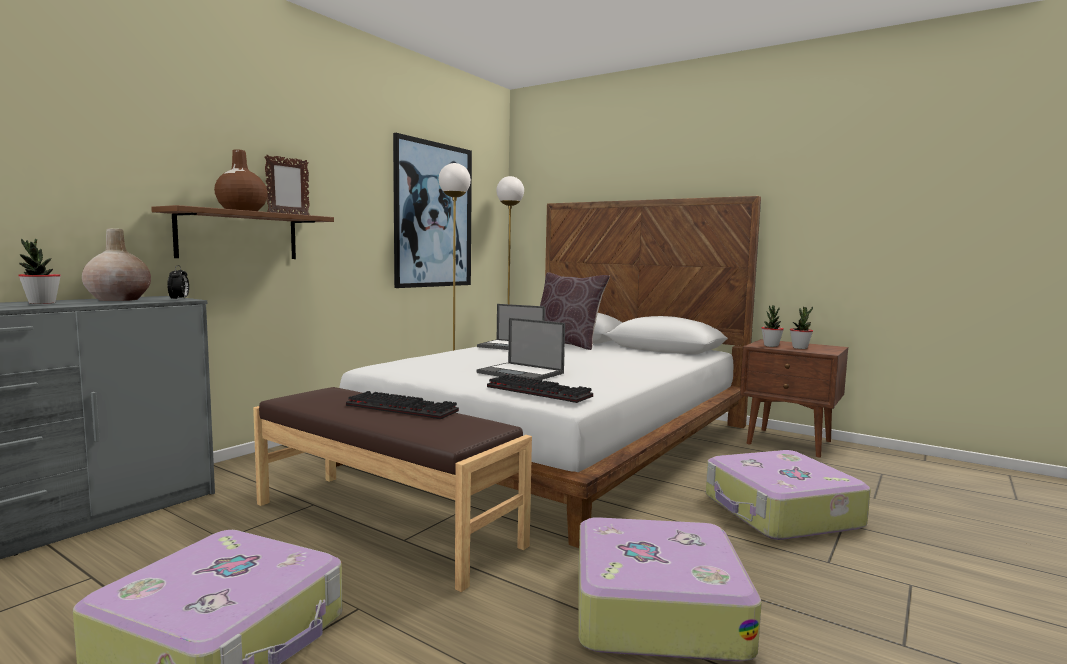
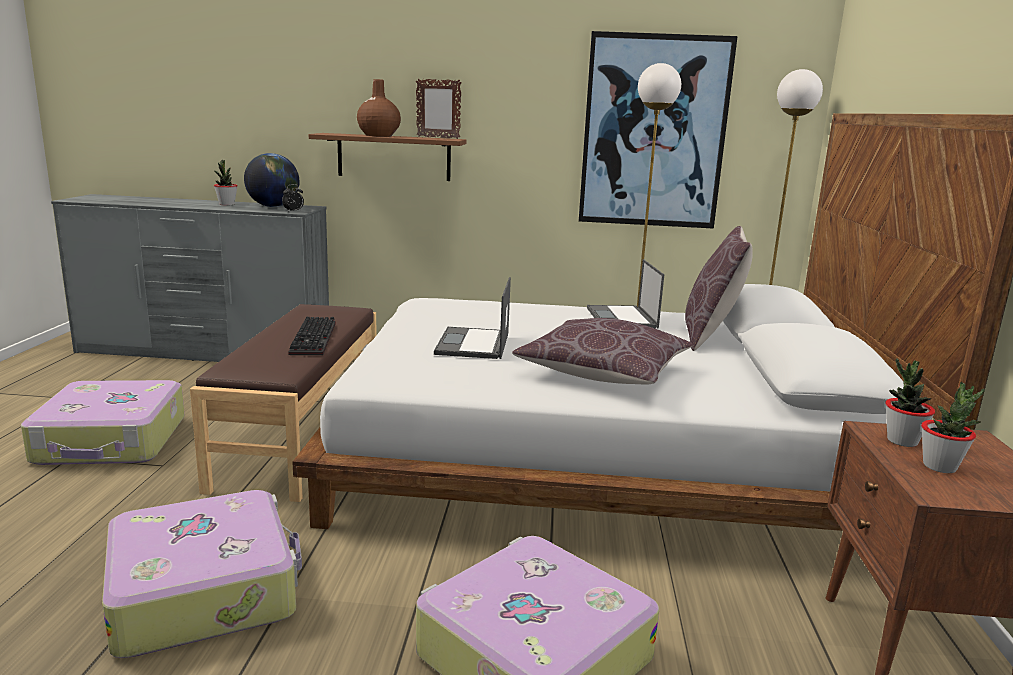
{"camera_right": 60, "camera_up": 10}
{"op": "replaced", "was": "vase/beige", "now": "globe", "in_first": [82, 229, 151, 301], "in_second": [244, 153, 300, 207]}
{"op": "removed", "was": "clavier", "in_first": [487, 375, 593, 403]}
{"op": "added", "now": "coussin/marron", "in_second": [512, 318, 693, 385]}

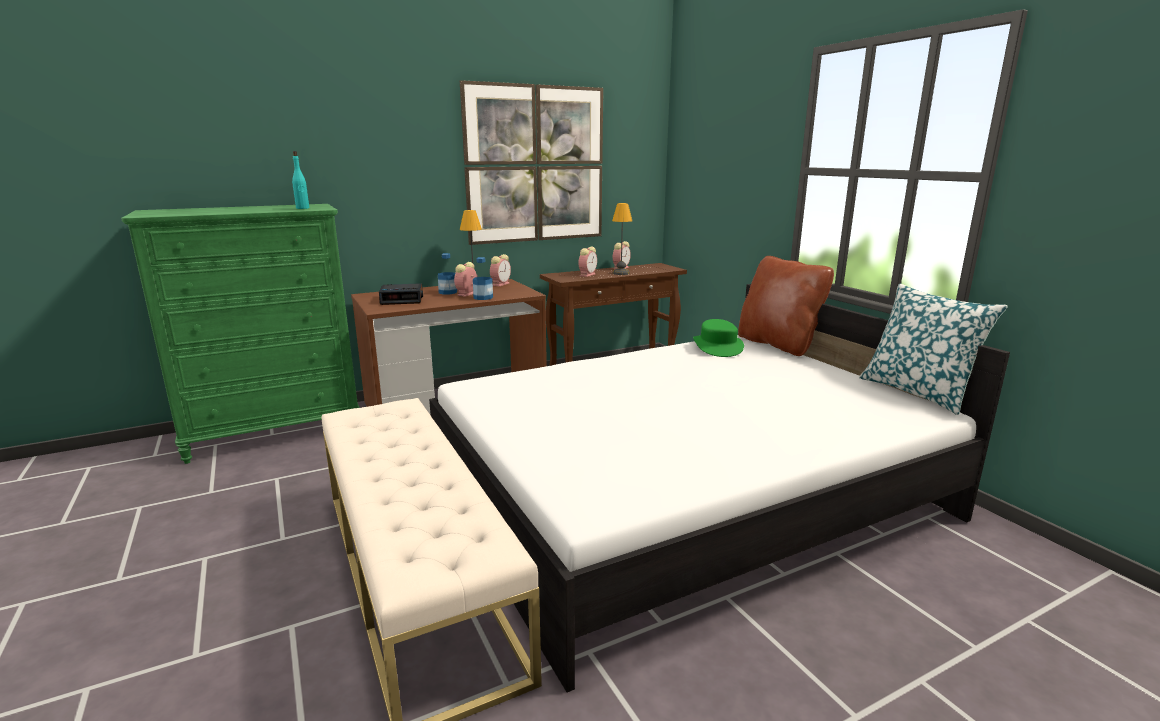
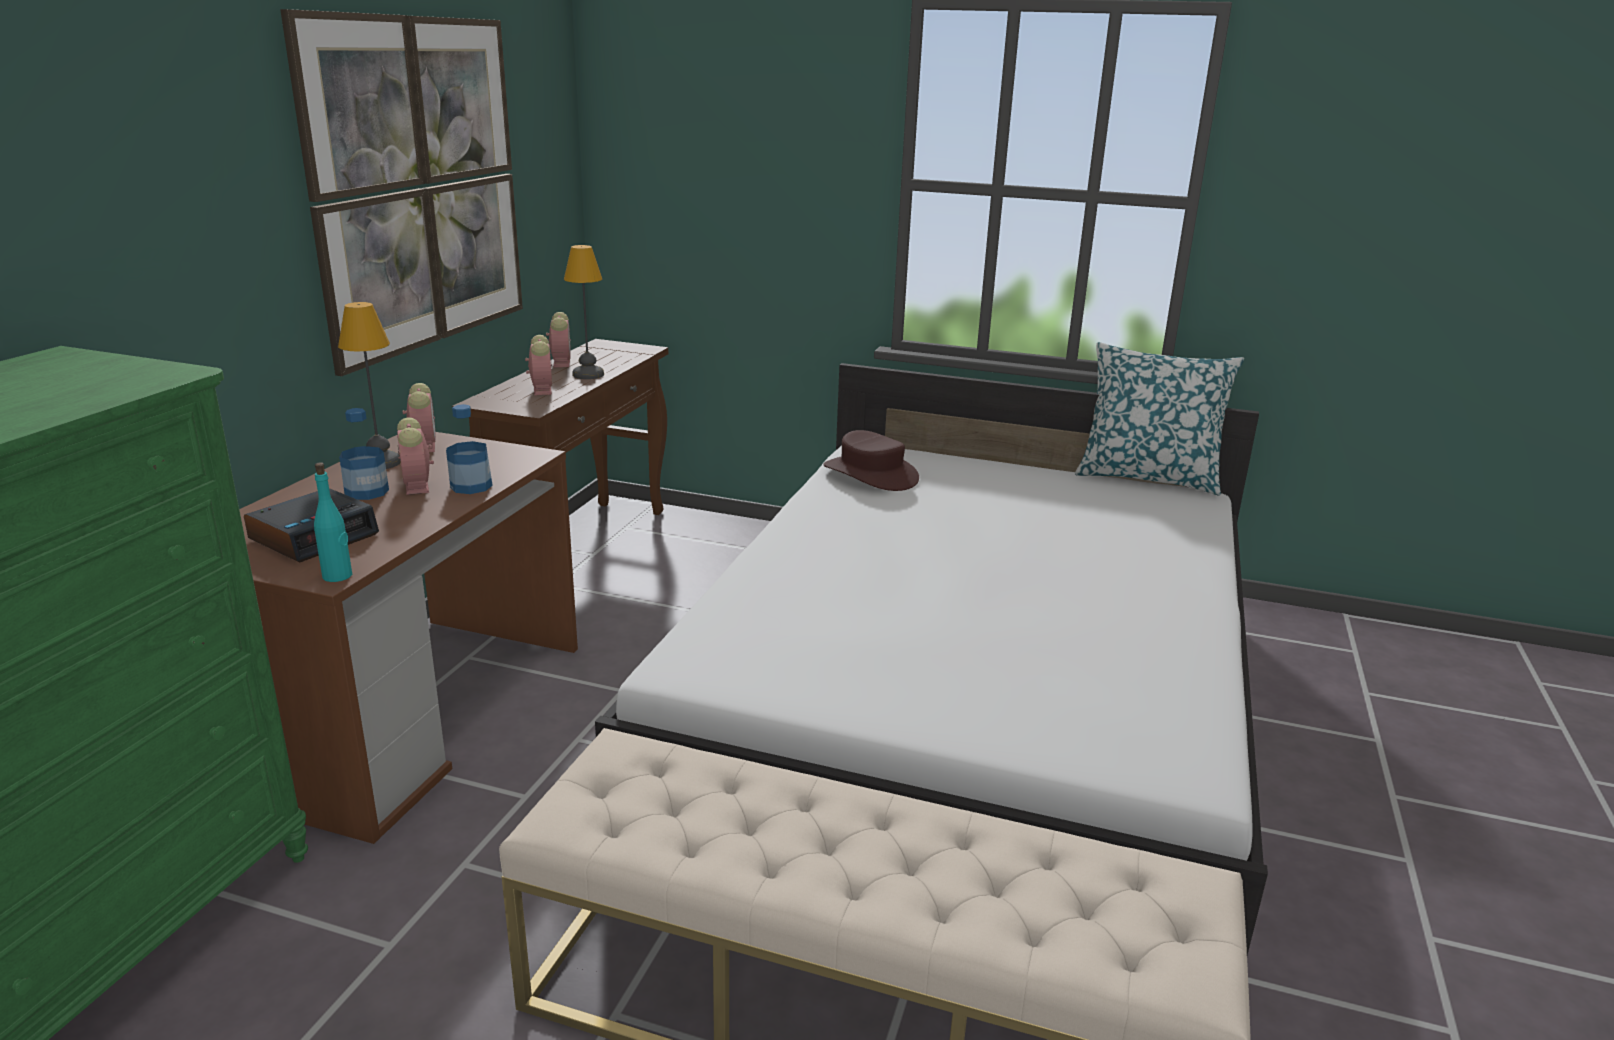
{"camera_right": -45, "camera_up": 5}
{"op": "moved", "was": "bouteille/turquoise", "in_first": [292, 151, 309, 209], "in_second": [314, 462, 352, 582]}
{"op": "recoloured", "was": "chapeau/vert", "now": "chapeau/marron", "in_first": [693, 319, 744, 357], "in_second": [824, 430, 919, 491]}
{"op": "removed", "was": "coussin/marron", "in_first": [738, 256, 834, 356]}

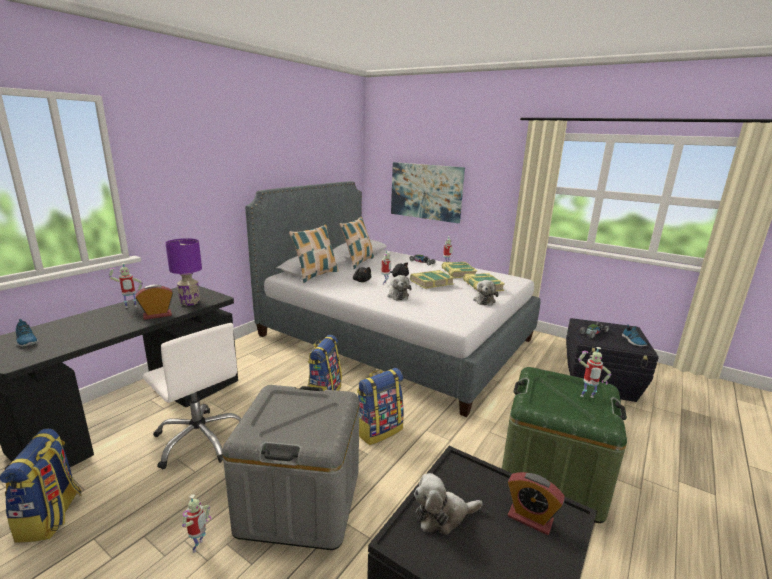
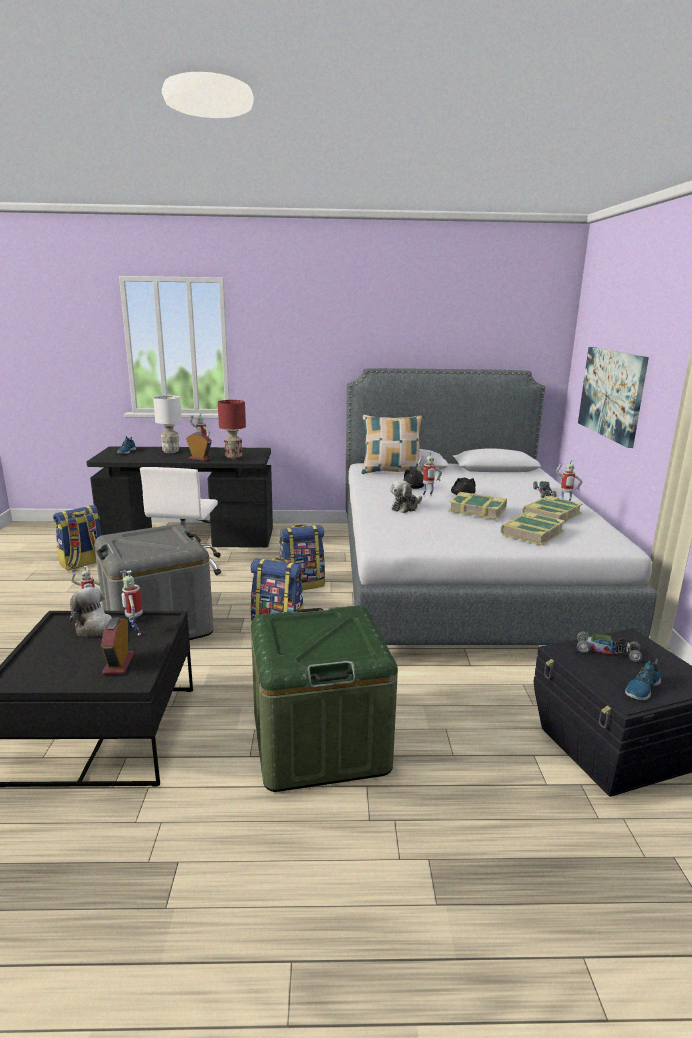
{"camera_right": 55, "camera_up": 0}
{"op": "recoloured", "was": "lampe de table/violet", "now": "lampe de table/rouge", "in_first": [165, 238, 202, 306], "in_second": [218, 400, 246, 460]}
{"op": "removed", "was": "coussin", "in_first": [340, 217, 374, 269]}
{"op": "removed", "was": "peluche", "in_first": [473, 280, 499, 306]}
{"op": "moved", "was": "robot jouet", "in_first": [578, 347, 611, 398], "in_second": [120, 570, 143, 635]}
{"op": "added", "now": "lampe de table/blanc", "in_second": [153, 395, 182, 453]}

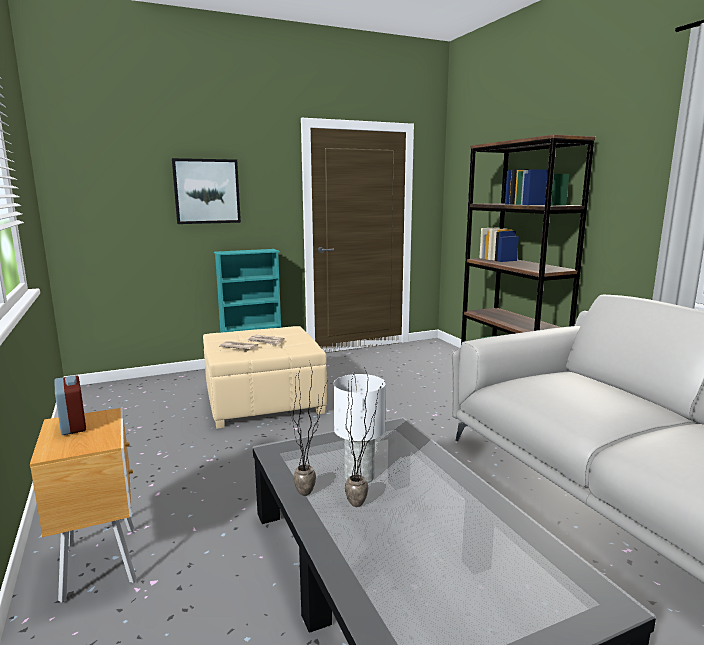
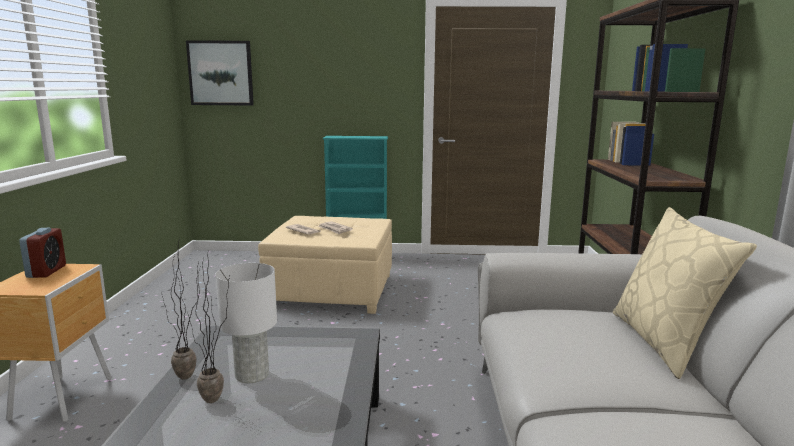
{"camera_right": 25, "camera_up": 0}
{"op": "moved", "was": "tableau", "in_first": [172, 158, 241, 224], "in_second": [186, 40, 254, 106]}
{"op": "added", "now": "coussin/beige", "in_second": [613, 207, 757, 379]}

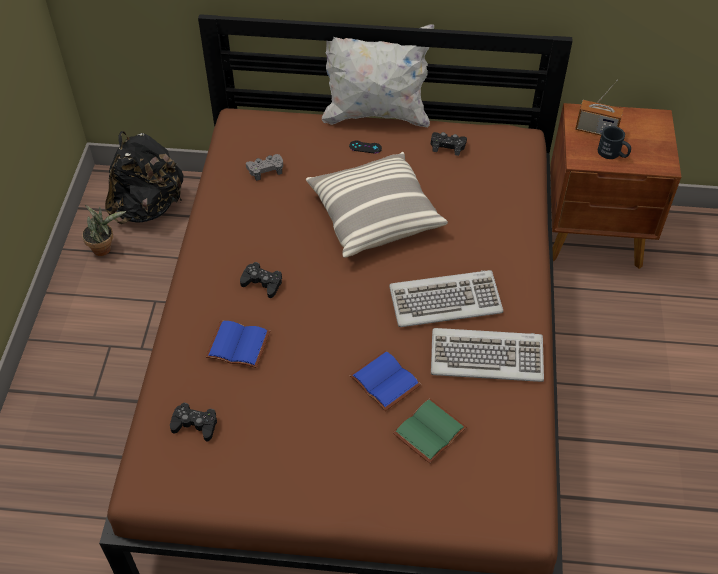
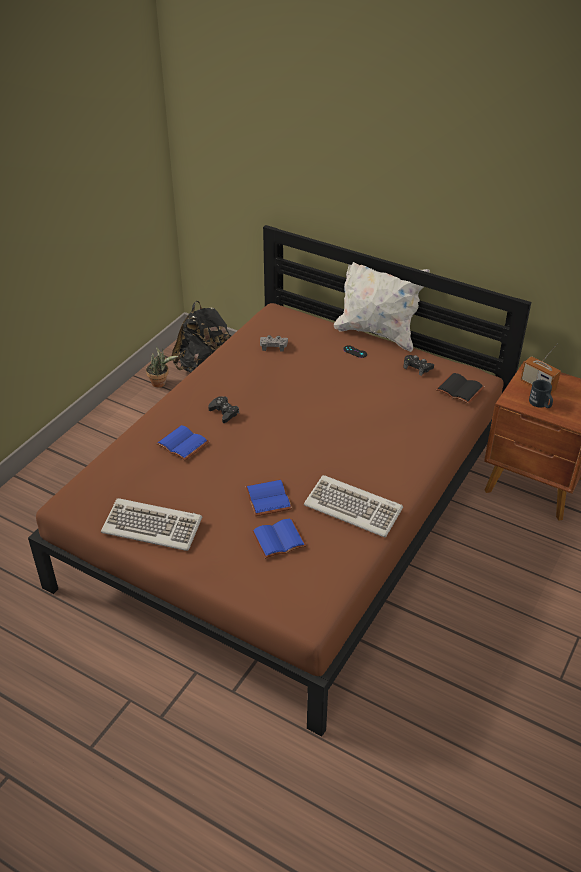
{"camera_right": 25, "camera_up": -10}
{"op": "removed", "was": "manette/noir", "in_first": [170, 403, 217, 441]}
{"op": "removed", "was": "coussin", "in_first": [306, 152, 448, 258]}
{"op": "moved", "was": "clavier", "in_first": [389, 270, 503, 327], "in_second": [101, 498, 202, 551]}
{"op": "recoloured", "was": "livre/vert", "now": "livre/bleu", "in_first": [393, 398, 467, 464], "in_second": [251, 519, 307, 559]}
{"op": "added", "now": "livre/noir", "in_second": [435, 373, 485, 404]}

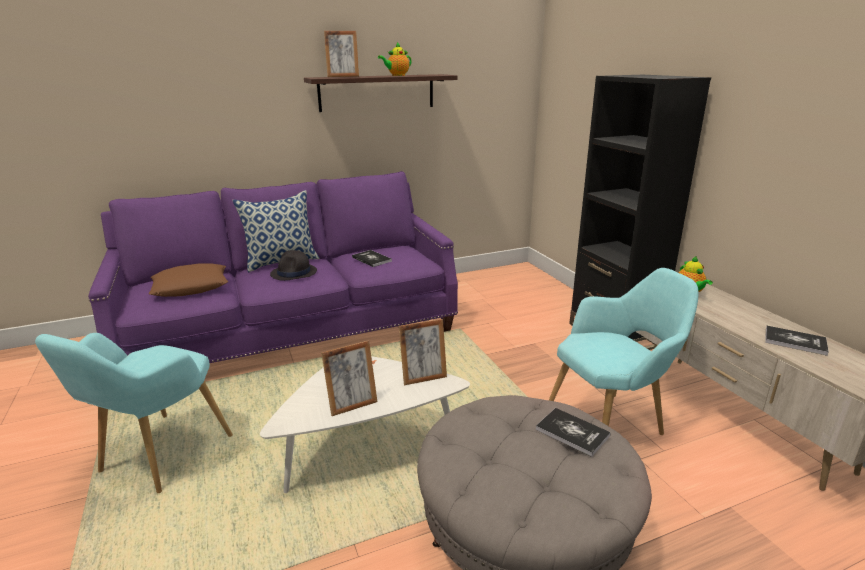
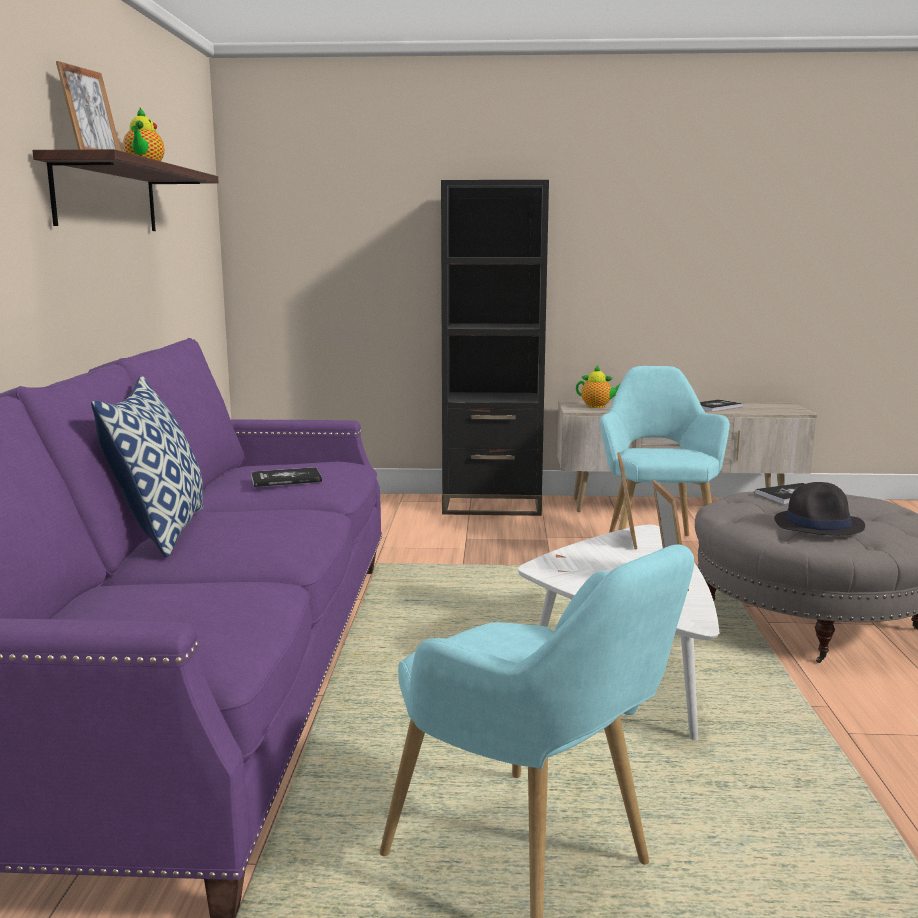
{"camera_right": -65, "camera_up": -10}
{"op": "removed", "was": "coussin/marron", "in_first": [149, 263, 228, 297]}
{"op": "moved", "was": "chapeau/noir", "in_first": [270, 250, 317, 281], "in_second": [774, 482, 865, 536]}

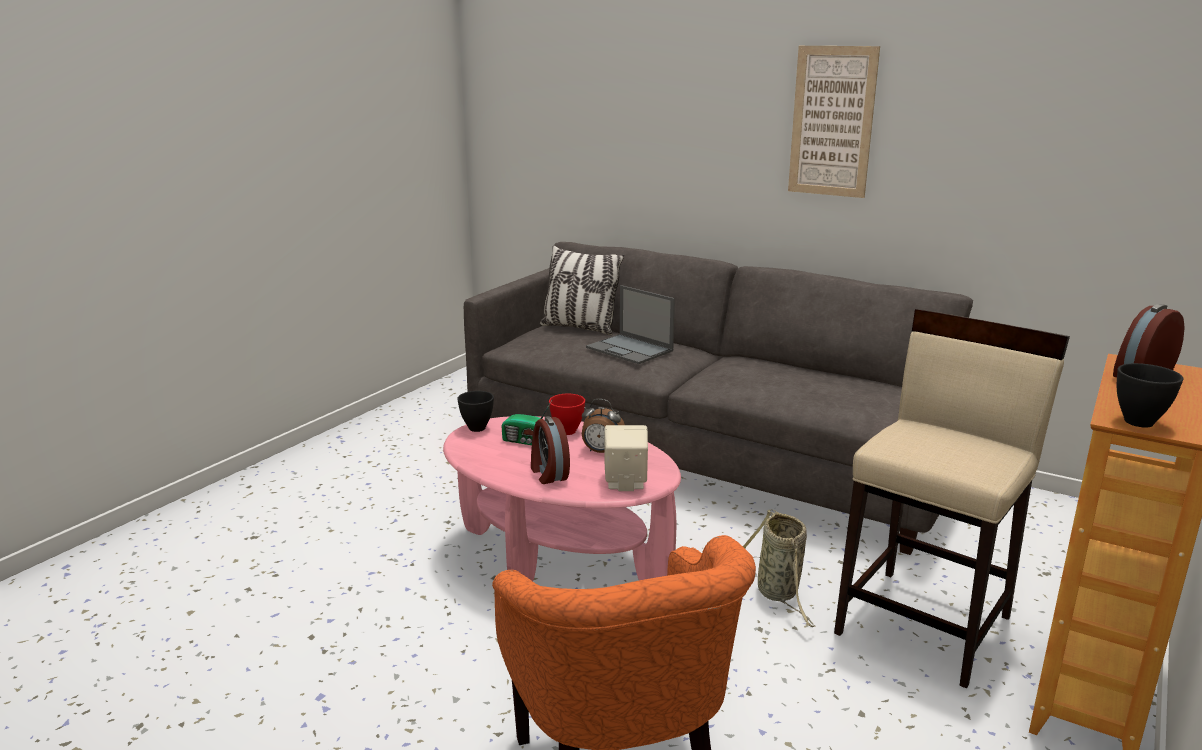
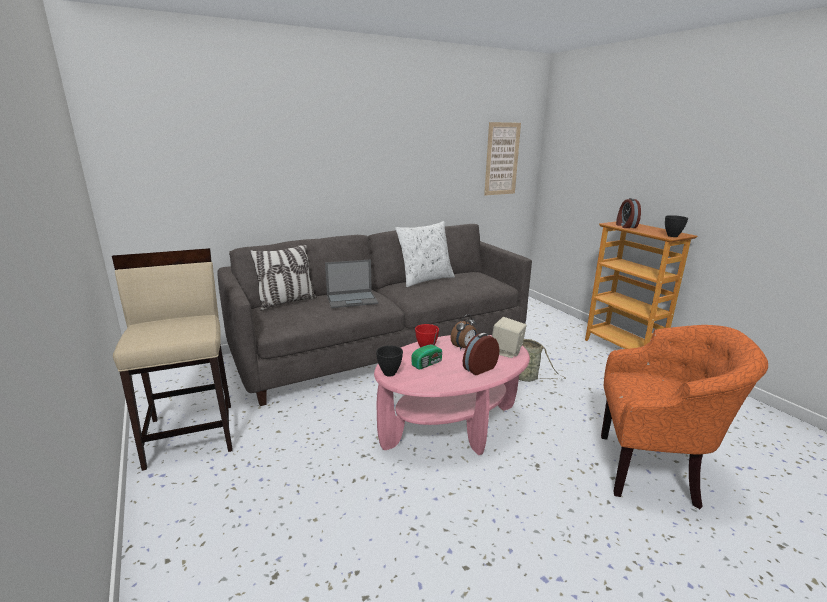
{"camera_right": -60, "camera_up": 0}
{"op": "turned", "was": "réveil", "in_first": [531, 416, 570, 484], "in_second": [463, 333, 499, 375], "clockwise": 135}
{"op": "moved", "was": "tableau", "in_first": [788, 46, 880, 198], "in_second": [484, 122, 521, 195]}
{"op": "moved", "was": "tabouret/beige", "in_first": [834, 309, 1070, 689], "in_second": [112, 248, 233, 471]}
{"op": "added", "now": "coussin/blanc", "in_second": [395, 221, 455, 287]}

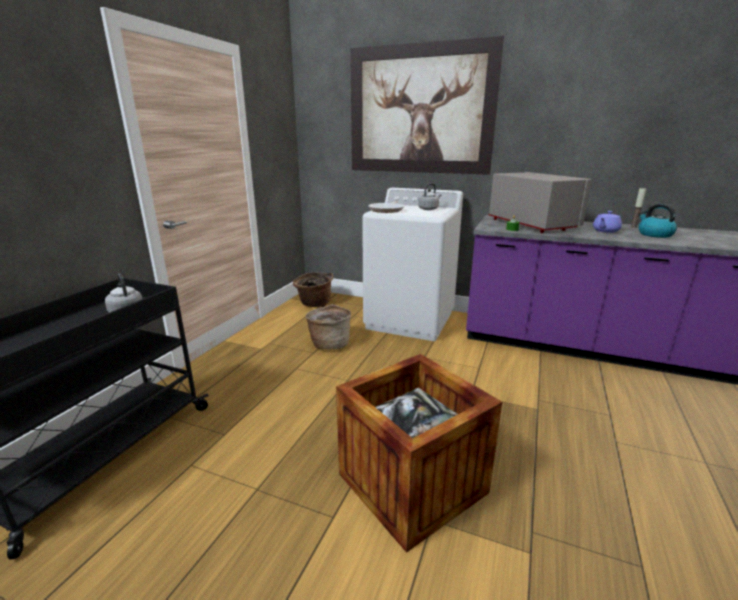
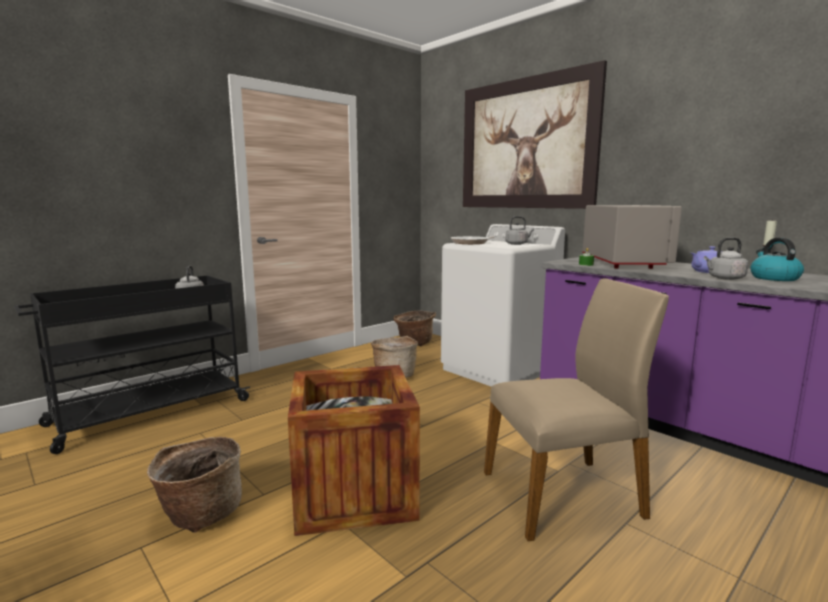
{"camera_right": 25, "camera_up": -10}
{"op": "added", "now": "panier", "in_second": [147, 437, 242, 533]}
{"op": "added", "now": "chaise/beige", "in_second": [484, 278, 669, 541]}
{"op": "added", "now": "bouilloire/gris", "in_second": [704, 237, 749, 280]}

